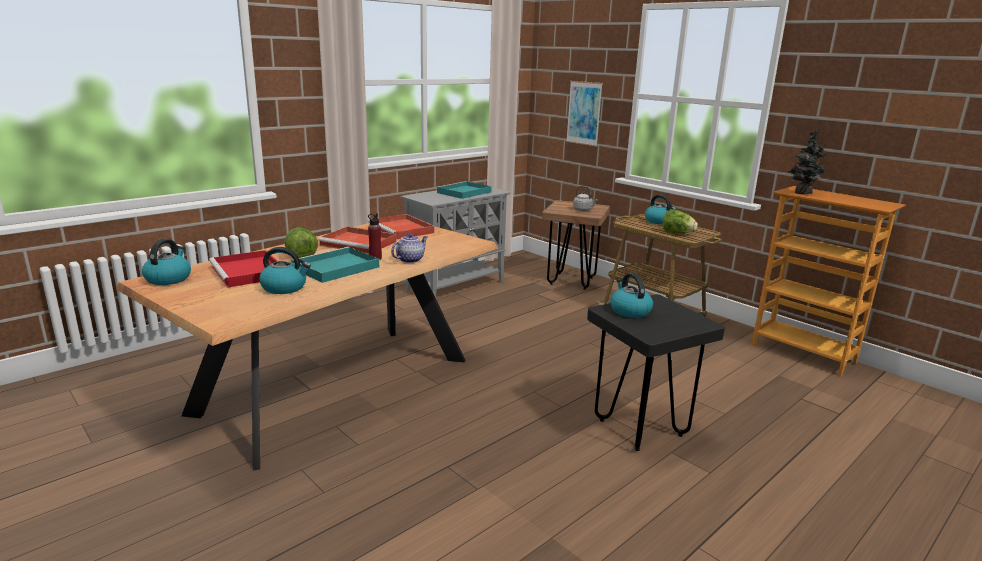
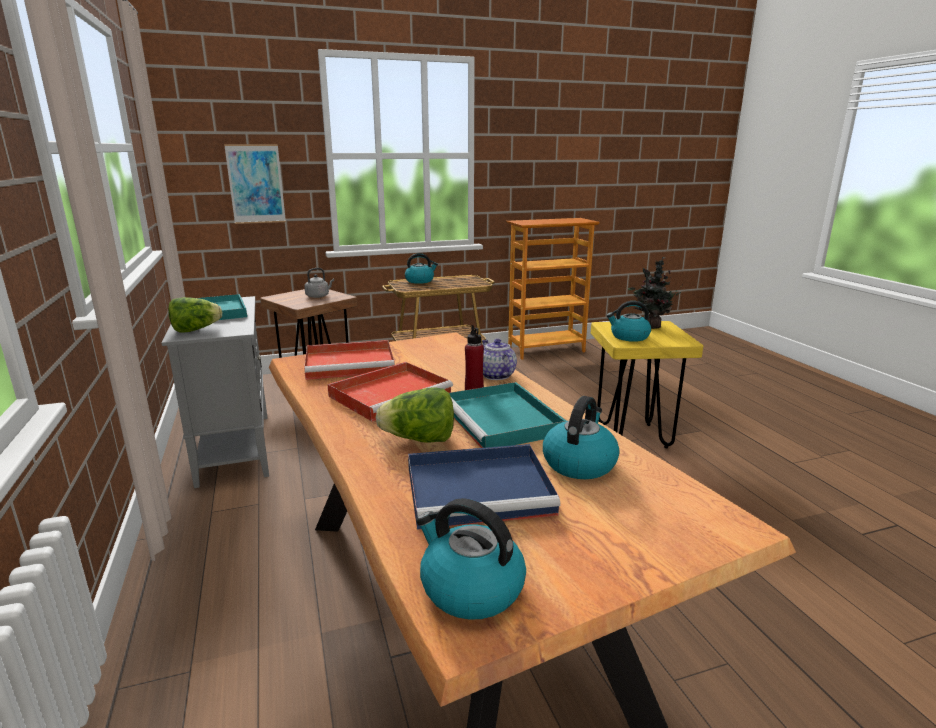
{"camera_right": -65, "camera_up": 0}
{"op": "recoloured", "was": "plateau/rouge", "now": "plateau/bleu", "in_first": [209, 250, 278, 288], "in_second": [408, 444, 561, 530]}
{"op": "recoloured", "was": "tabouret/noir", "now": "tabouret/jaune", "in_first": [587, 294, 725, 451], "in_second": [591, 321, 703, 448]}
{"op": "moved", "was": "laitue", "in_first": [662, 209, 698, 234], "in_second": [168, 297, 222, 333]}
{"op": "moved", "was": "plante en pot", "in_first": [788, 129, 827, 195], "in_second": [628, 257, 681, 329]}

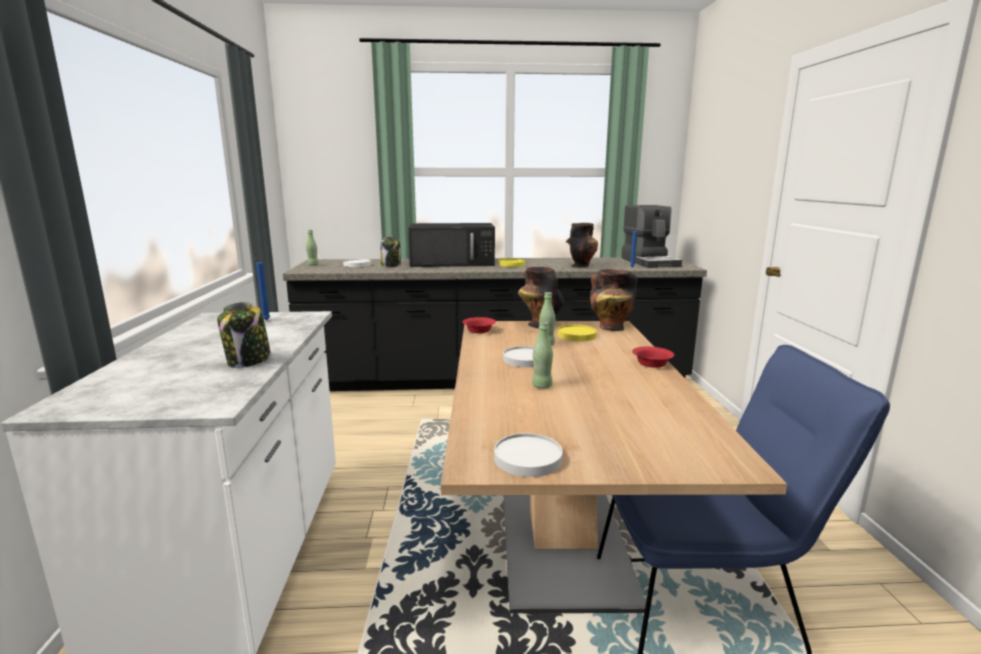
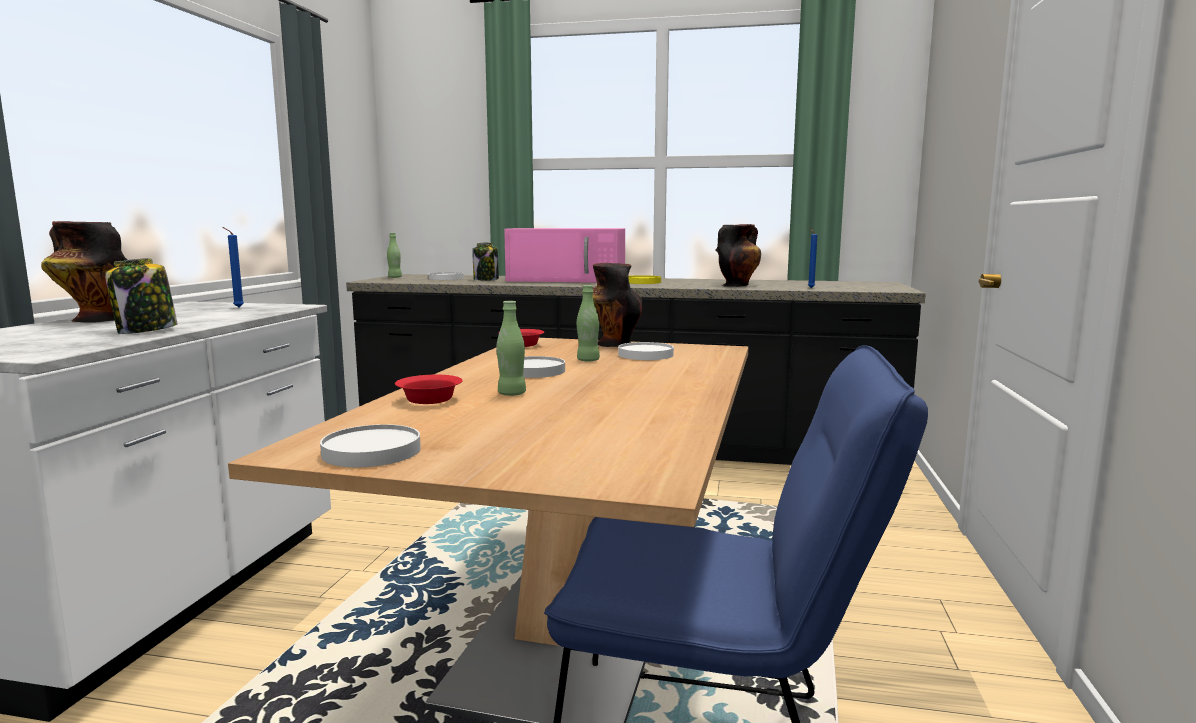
{"camera_right": 15, "camera_up": -5}
{"op": "recoloured", "was": "micro-ondes/noir", "now": "micro-ondes/rose", "in_first": [408, 223, 495, 267], "in_second": [504, 228, 625, 283]}
{"op": "recoloured", "was": "assiette/jaune", "now": "assiette/blanc", "in_first": [558, 325, 597, 341], "in_second": [618, 342, 674, 360]}
{"op": "moved", "was": "vase", "in_first": [590, 269, 638, 331], "in_second": [41, 221, 128, 323]}
{"op": "removed", "was": "machine à café", "in_first": [621, 205, 682, 268]}
{"op": "moved", "was": "bol/rouge", "in_first": [632, 346, 674, 368], "in_second": [395, 375, 463, 404]}

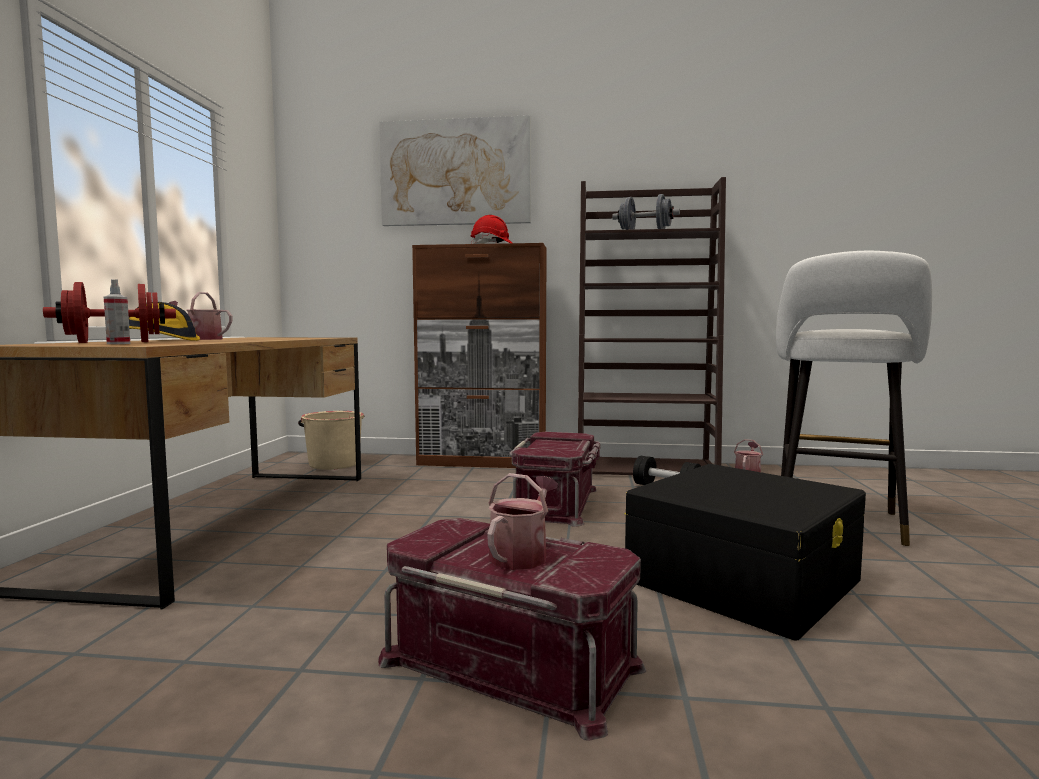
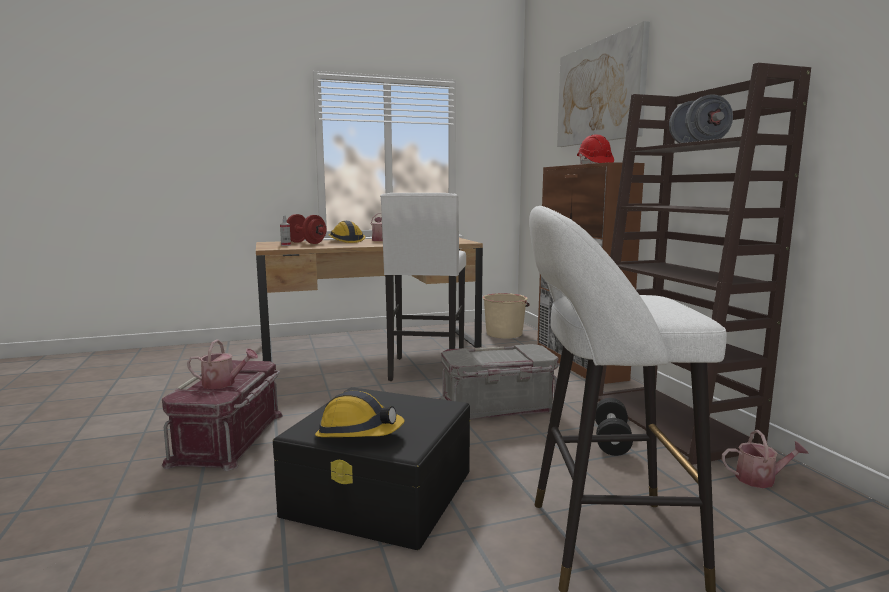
{"camera_right": 65, "camera_up": 5}
{"op": "recoloured", "was": "boîte de rangement/rouge", "now": "boîte de rangement/gris", "in_first": [509, 432, 601, 527], "in_second": [439, 344, 558, 419]}
{"op": "added", "now": "casque de chantier", "in_second": [315, 391, 405, 437]}
{"op": "added", "now": "tabouret/blanc", "in_second": [380, 193, 466, 381]}

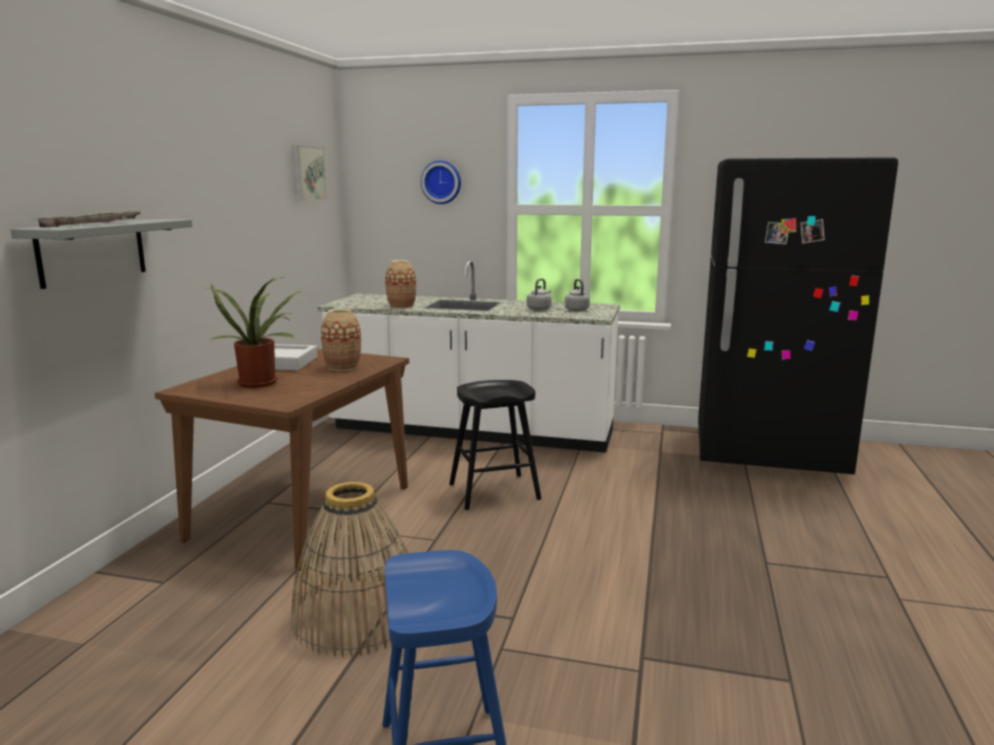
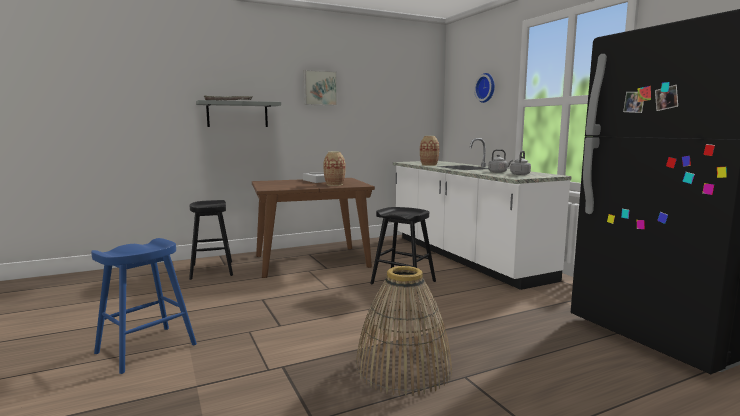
{"camera_right": 50, "camera_up": -5}
{"op": "removed", "was": "plante en pot", "in_first": [207, 276, 301, 388]}
{"op": "moved", "was": "panier", "in_first": [291, 482, 408, 657], "in_second": [356, 266, 452, 396]}
{"op": "moved", "was": "tableau", "in_first": [292, 145, 327, 201], "in_second": [303, 70, 337, 106]}
{"op": "added", "now": "tabouret/noir", "in_second": [189, 200, 233, 280]}

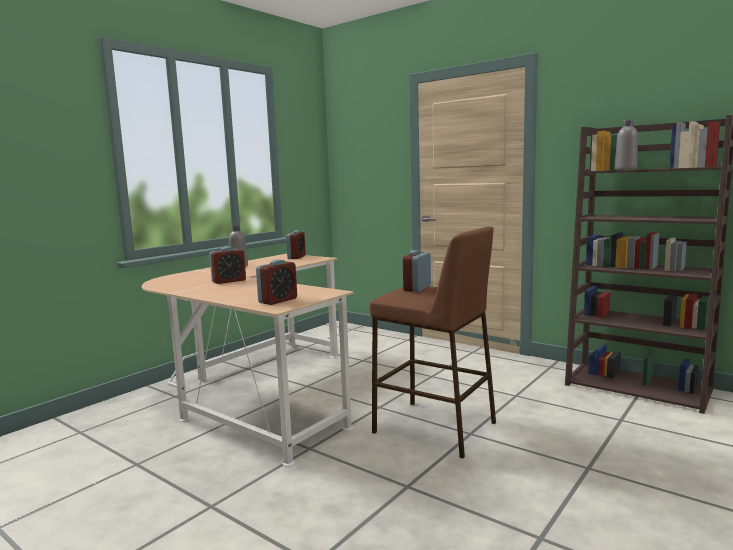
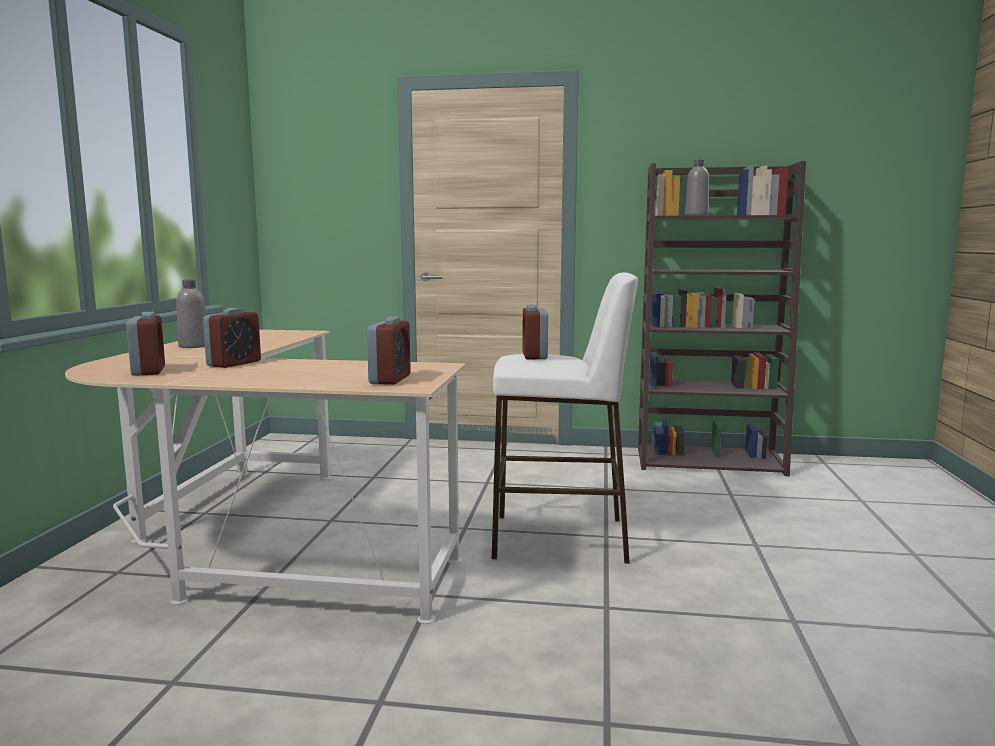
{"camera_right": -30, "camera_up": 0}
{"op": "moved", "was": "réveil", "in_first": [286, 230, 306, 259], "in_second": [126, 312, 165, 376]}
{"op": "recoloured", "was": "tabouret/marron", "now": "tabouret/blanc", "in_first": [370, 227, 496, 458], "in_second": [492, 272, 638, 564]}

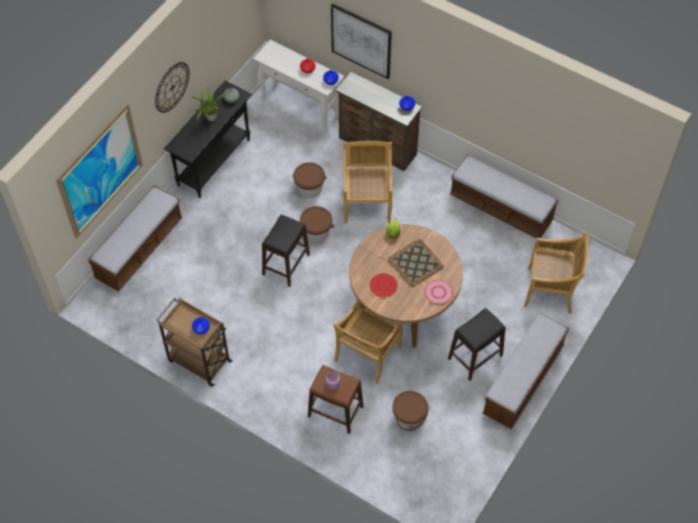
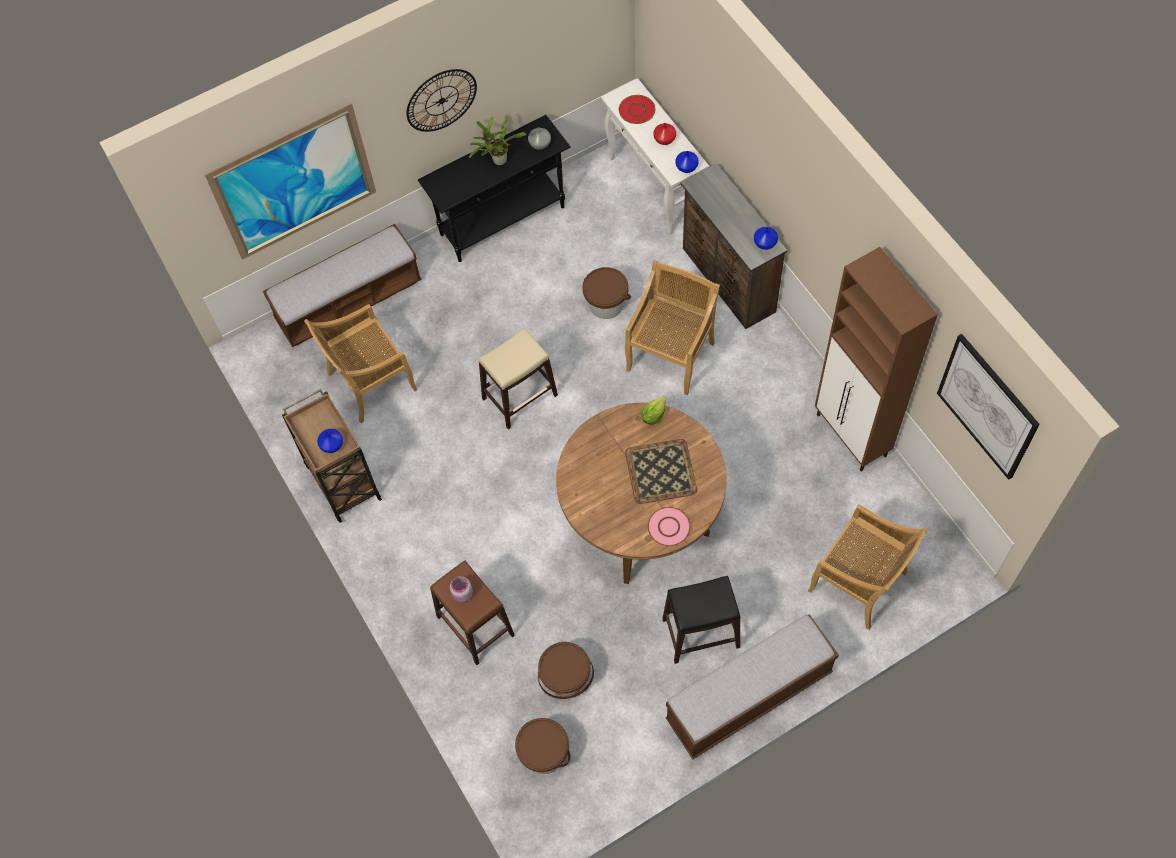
{"camera_right": 30, "camera_up": 5}
{"op": "recoloured", "was": "tabouret/noir", "now": "tabouret/beige", "in_first": [262, 215, 310, 287], "in_second": [478, 328, 558, 429]}
{"op": "moved", "was": "seau/marron", "in_first": [300, 206, 334, 243], "in_second": [515, 718, 571, 774]}
{"op": "moved", "was": "tableau", "in_first": [331, 3, 392, 79], "in_second": [937, 334, 1040, 480]}
{"op": "moved", "was": "chaise/beige", "in_first": [332, 299, 403, 384], "in_second": [304, 304, 418, 423]}
{"op": "moved", "was": "assiette/rouge", "in_first": [369, 273, 398, 297], "in_second": [619, 95, 656, 124]}
{"op": "replaced", "was": "banc", "now": "meuble de rangement/marron", "in_first": [450, 155, 558, 239], "in_second": [815, 247, 938, 472]}

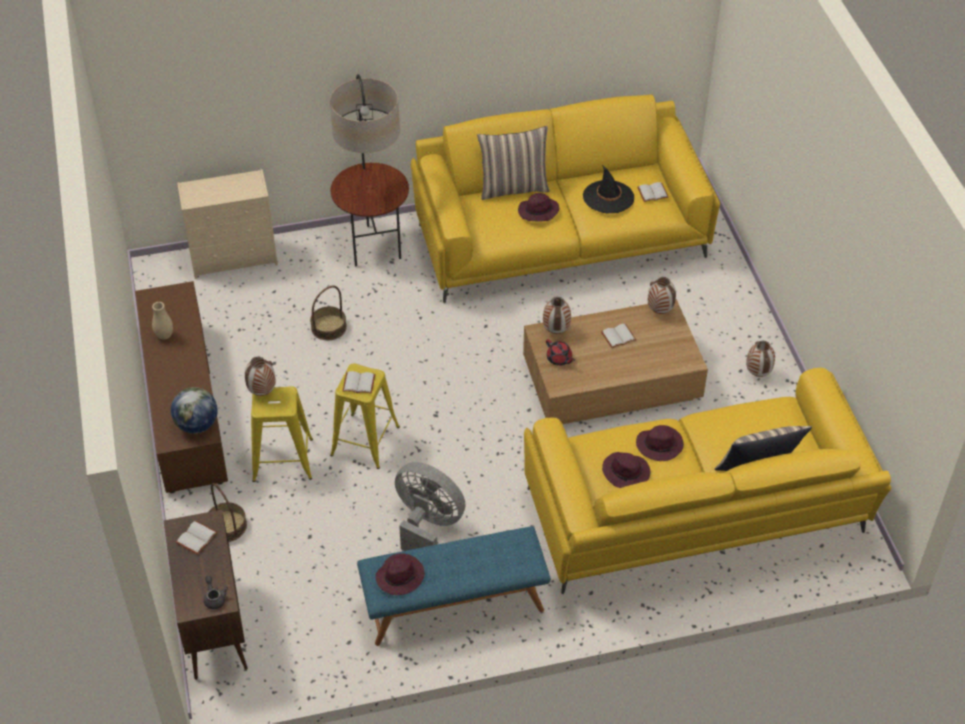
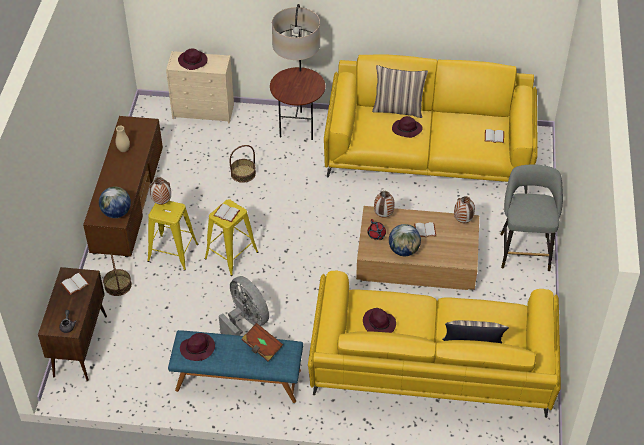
{"camera_right": 20, "camera_up": 0}
{"op": "removed", "was": "chapeau/noir", "in_first": [583, 165, 634, 213]}
{"op": "moved", "was": "chapeau/violet", "in_first": [636, 425, 684, 461], "in_second": [178, 49, 208, 70]}
{"op": "removed", "was": "vase", "in_first": [746, 341, 775, 377]}
{"op": "added", "now": "livre/marron", "in_second": [242, 323, 283, 362]}
{"op": "added", "now": "globe", "in_second": [389, 224, 421, 256]}
{"op": "added", "now": "tabouret/gris", "in_second": [500, 164, 563, 271]}

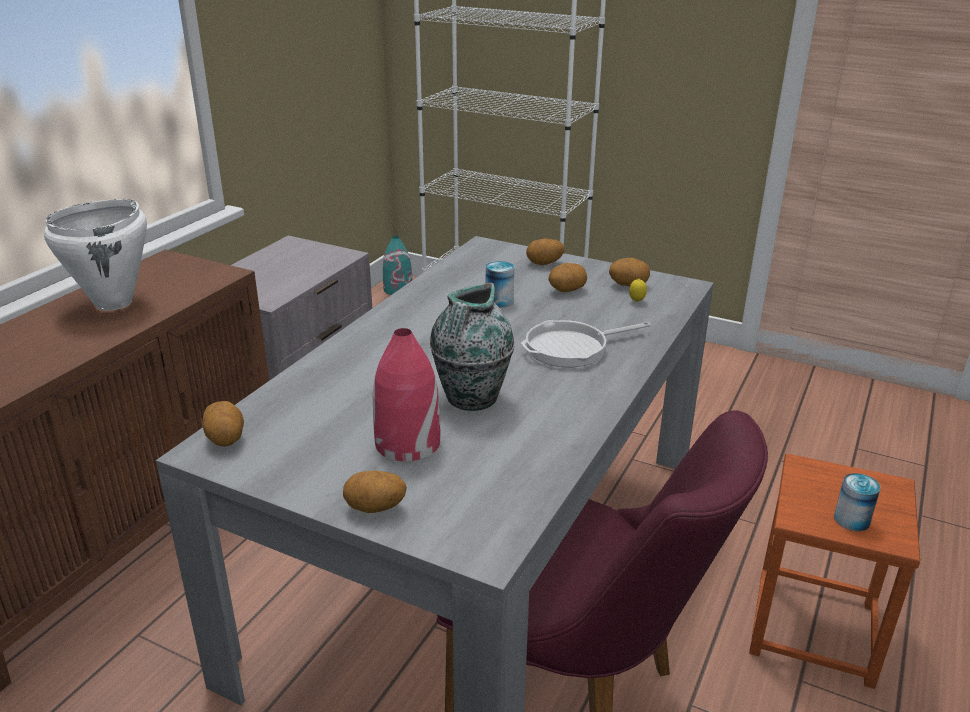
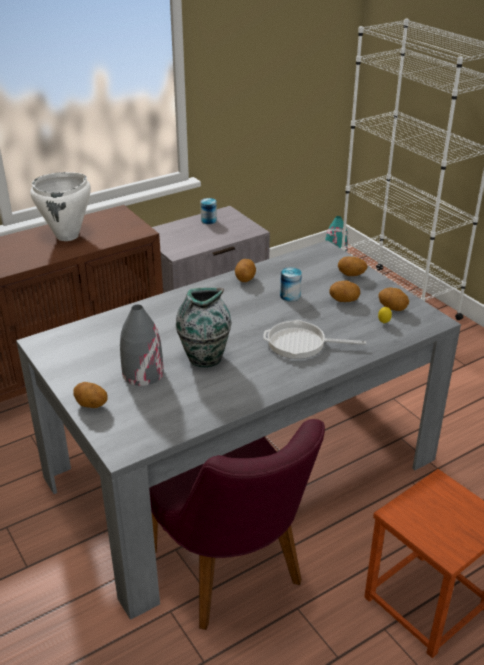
{"camera_right": 30, "camera_up": 5}
{"op": "moved", "was": "pomme de terre", "in_first": [202, 401, 244, 447], "in_second": [235, 259, 256, 282]}
{"op": "recoloured", "was": "vase/rouge", "now": "vase/gris", "in_first": [373, 328, 440, 461], "in_second": [120, 305, 164, 386]}
{"op": "moved", "was": "boîte métallique", "in_first": [834, 473, 881, 531], "in_second": [200, 198, 217, 224]}

